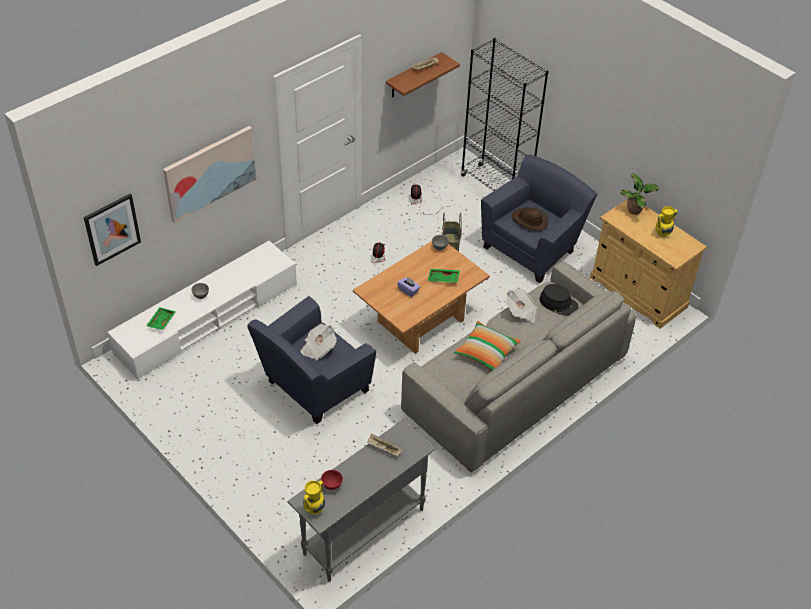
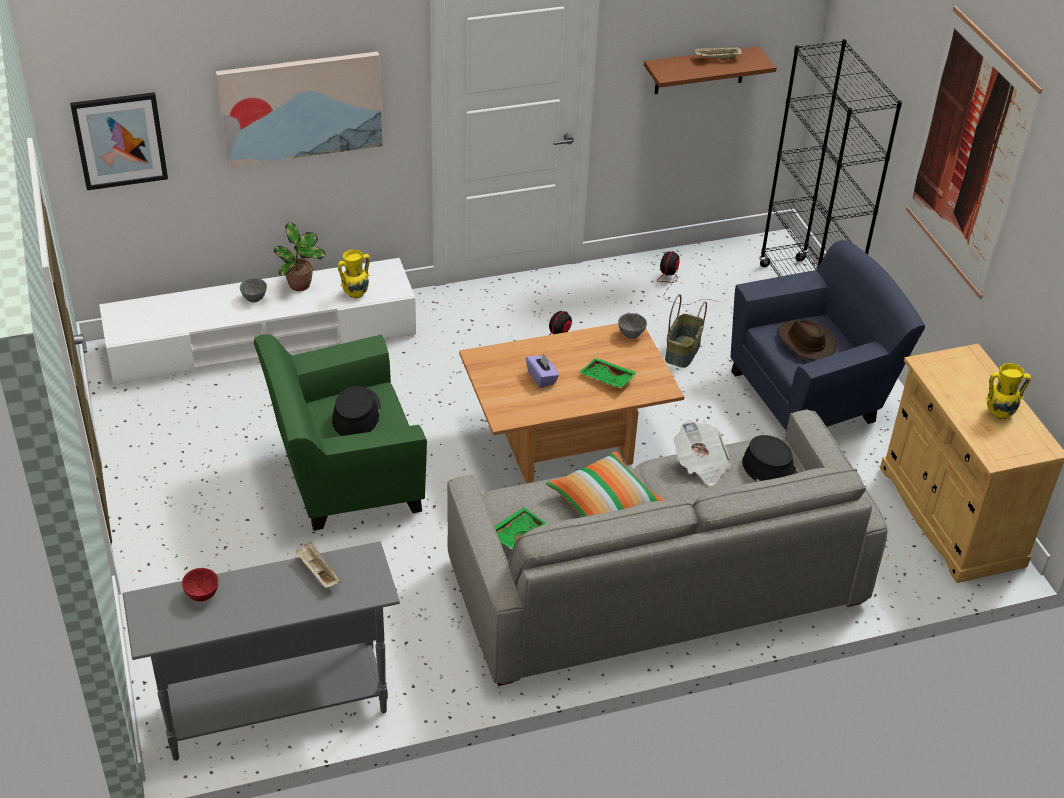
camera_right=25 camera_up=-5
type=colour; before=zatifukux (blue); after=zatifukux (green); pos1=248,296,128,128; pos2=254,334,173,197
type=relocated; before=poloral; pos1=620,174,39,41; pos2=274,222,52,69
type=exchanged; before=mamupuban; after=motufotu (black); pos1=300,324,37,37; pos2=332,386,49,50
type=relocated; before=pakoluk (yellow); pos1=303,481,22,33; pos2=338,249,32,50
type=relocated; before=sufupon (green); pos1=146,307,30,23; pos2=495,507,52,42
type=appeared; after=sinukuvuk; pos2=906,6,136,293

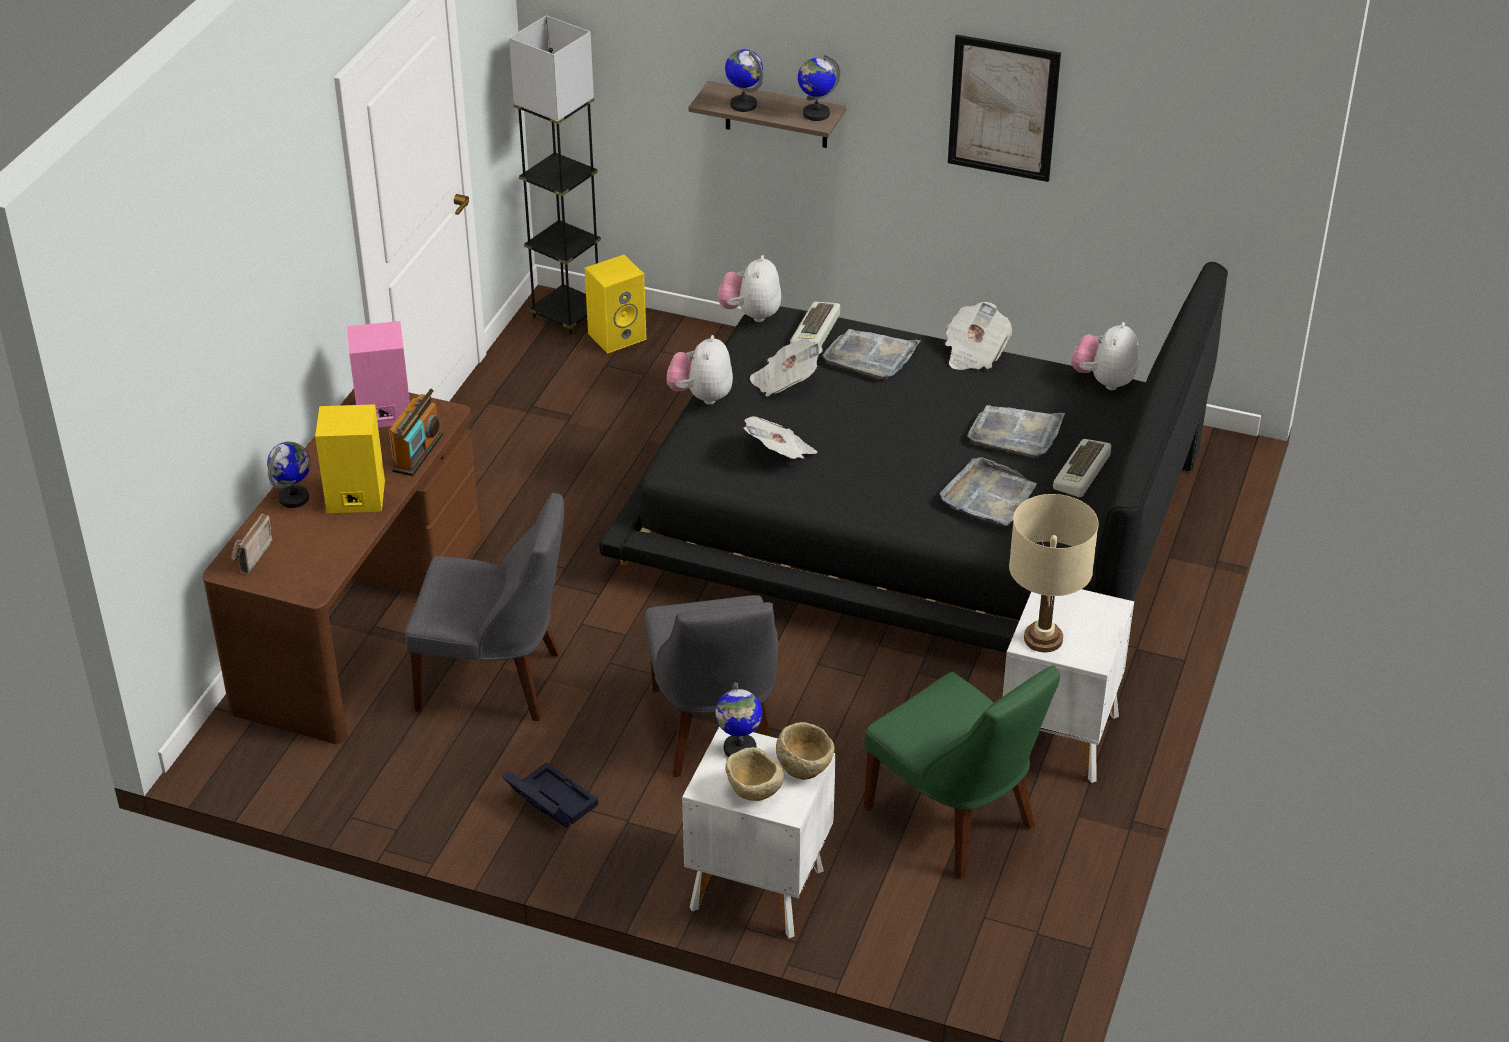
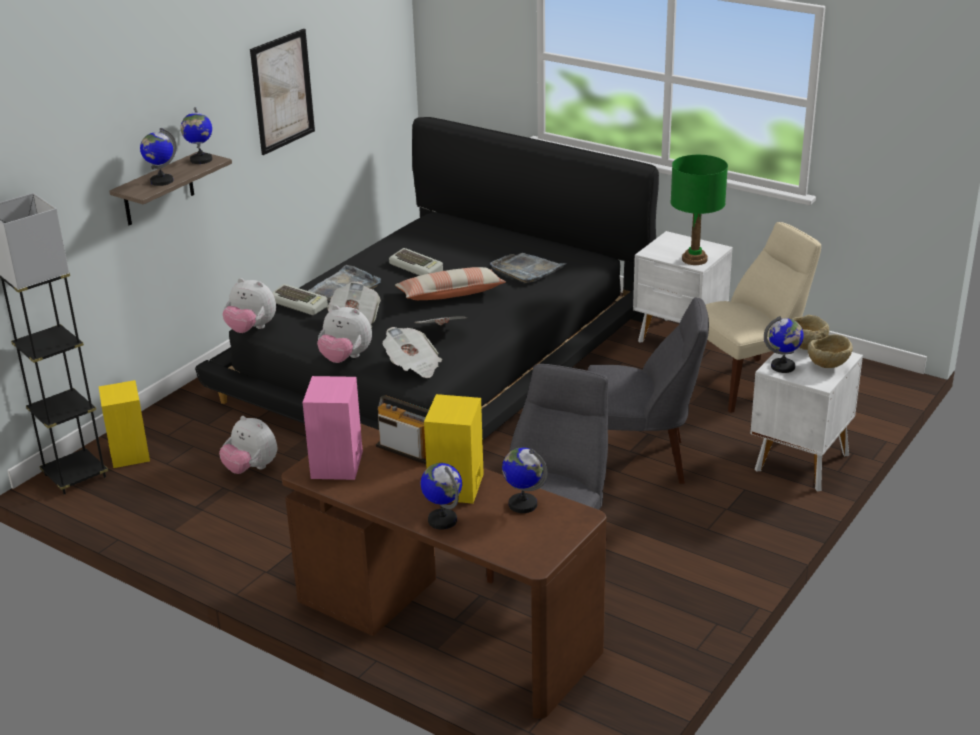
camera_right=-75 camera_up=-10
type=relocated; before=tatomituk; pos1=1071,322,67,68; pos2=219,416,58,58
type=relocated; before=mamupuban; pos1=945,302,67,68; pos2=383,327,59,51
type=relocated; before=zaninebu; pos1=1053,439,58,58; pos2=389,248,54,28
type=appeared; after=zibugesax; pos2=395,267,111,33
type=appeared; after=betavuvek; pos2=502,447,46,66
type=colour; before=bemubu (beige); after=bemubu (green); pos1=1009,494,90,158; pos2=670,155,58,110
type=colour; before=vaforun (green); after=vaforun (beige); pos1=864,665,196,215; pos2=705,222,116,191
type=missing; before=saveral; pos1=231,513,42,60
type=missing; before=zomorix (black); pos1=502,762,96,66
type=missing; before=sufupon (grey); pos1=967,405,98,53

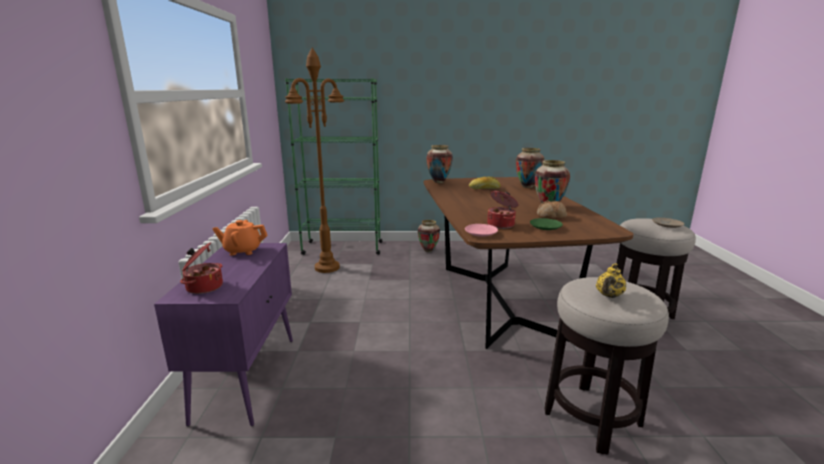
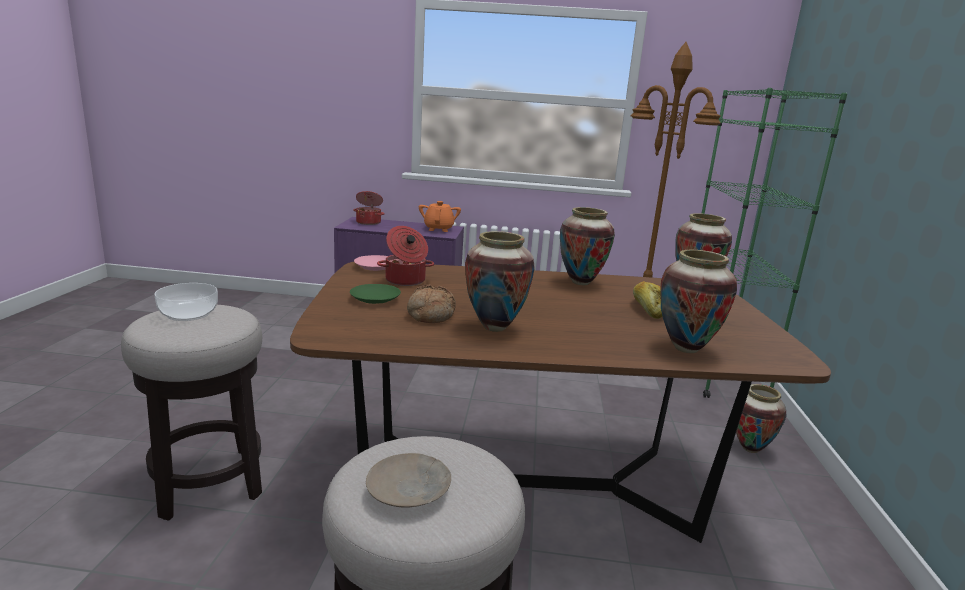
camera_right=95 camera_up=0
type=exchanged; before=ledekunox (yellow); after=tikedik; pos1=596,263,30,35; pos2=154,283,64,38
type=appeared; after=pakoluk; pos2=560,207,55,78

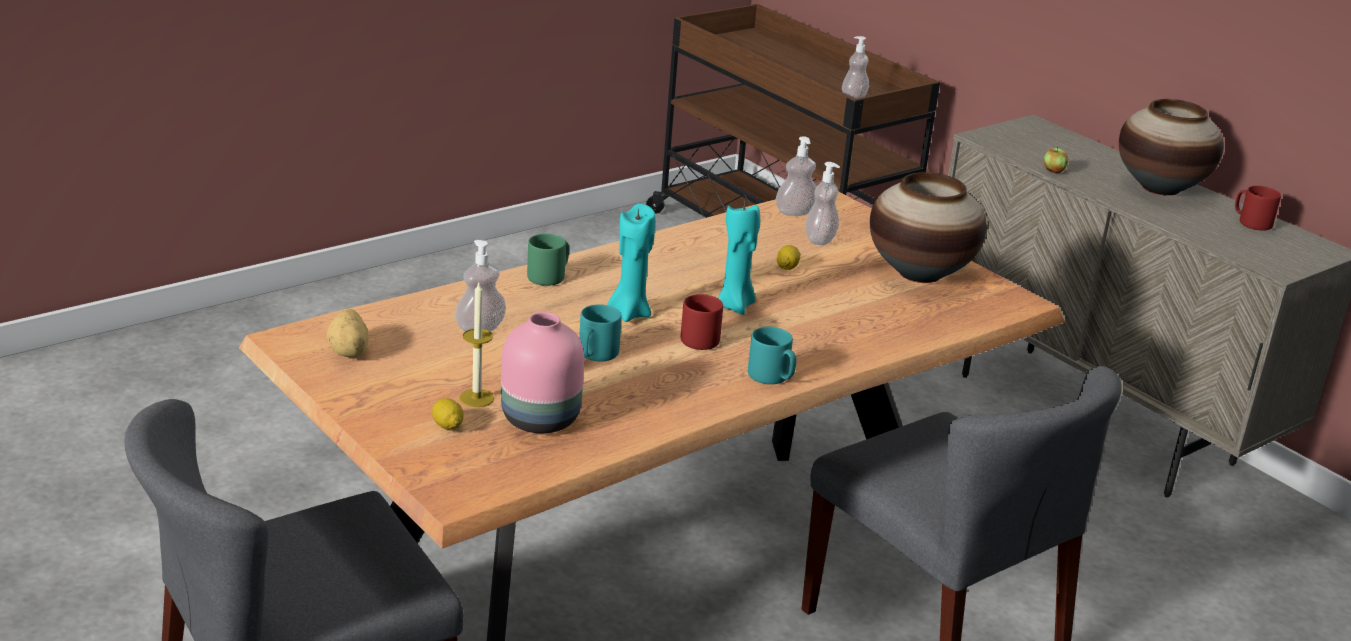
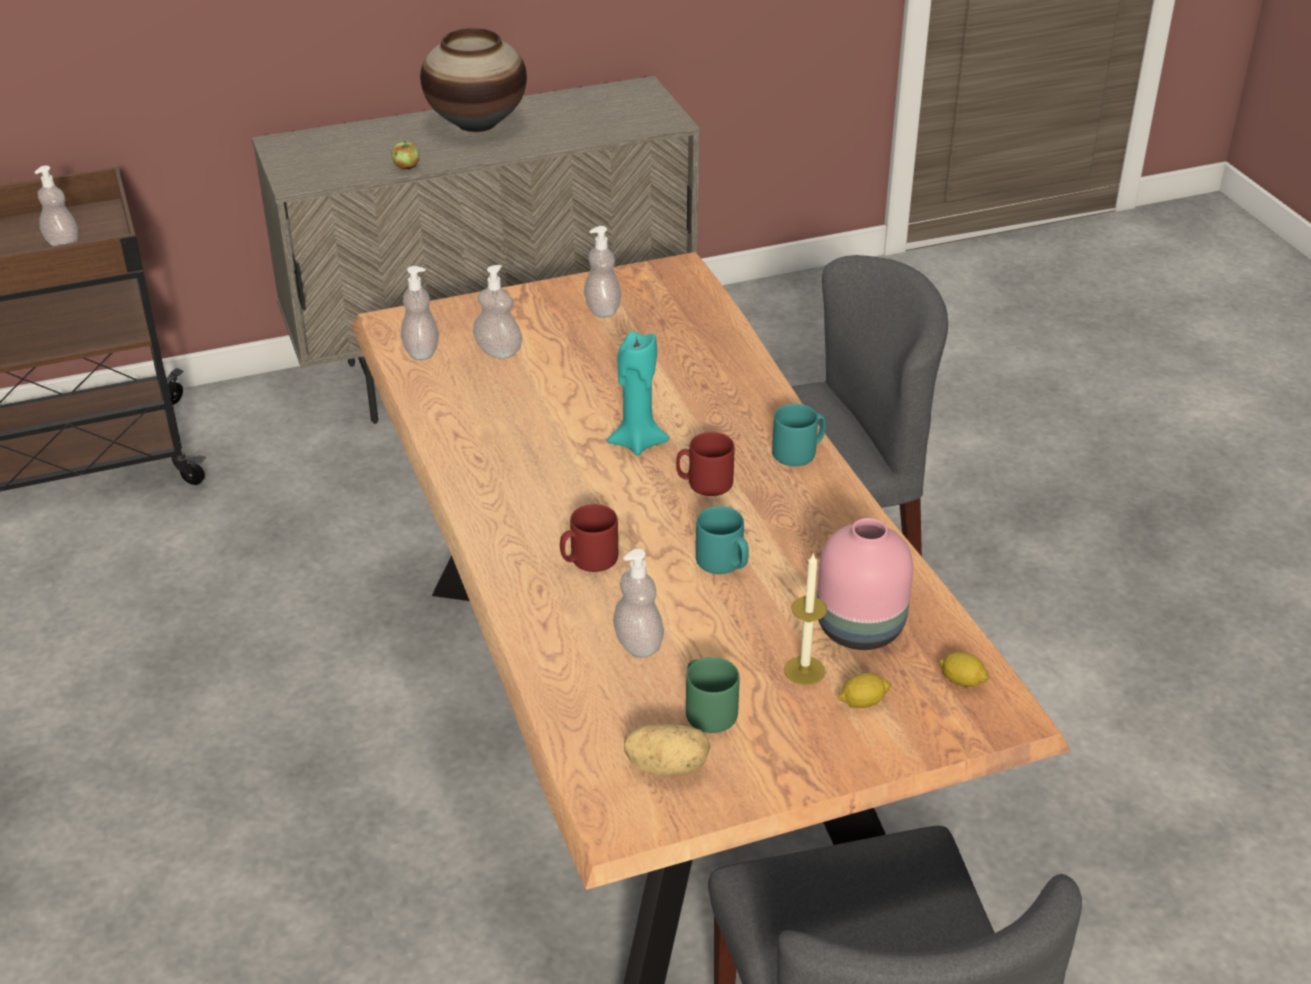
camera_right=-70 camera_up=10
type=relocated; before=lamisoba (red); pos1=1235,186,46,45; pos2=560,504,58,68
type=exchanged; before=pakoluk; after=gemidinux; pos1=870,172,117,111; pos2=584,226,37,92
type=relocated; before=lamisoba (green); pos1=527,234,42,52; pos2=686,657,54,76
type=relocated; before=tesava; pos1=777,245,23,25; pos2=938,652,52,35
type=missing; before=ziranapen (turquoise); pos1=607,204,49,118

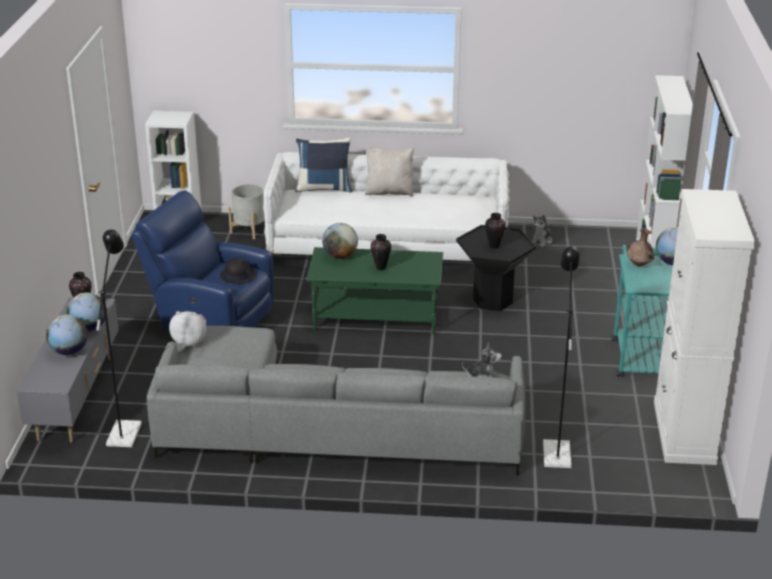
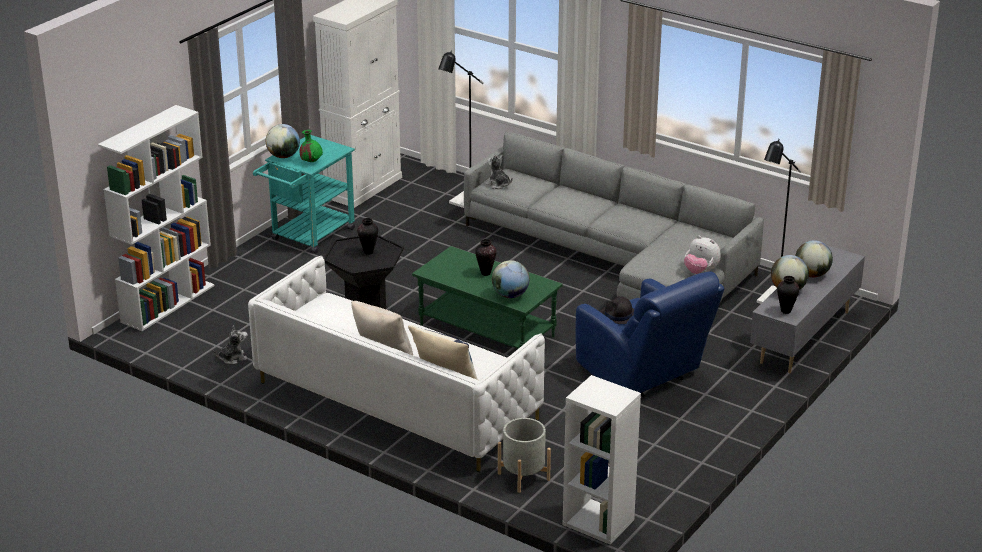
camera_right=-150 camera_up=0
type=colour; before=pakoluk (brown); after=pakoluk (green); pos1=627,229,27,37; pos2=299,130,24,32

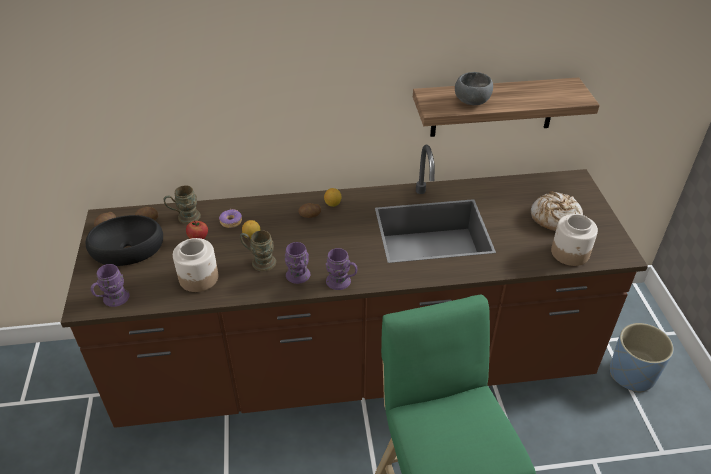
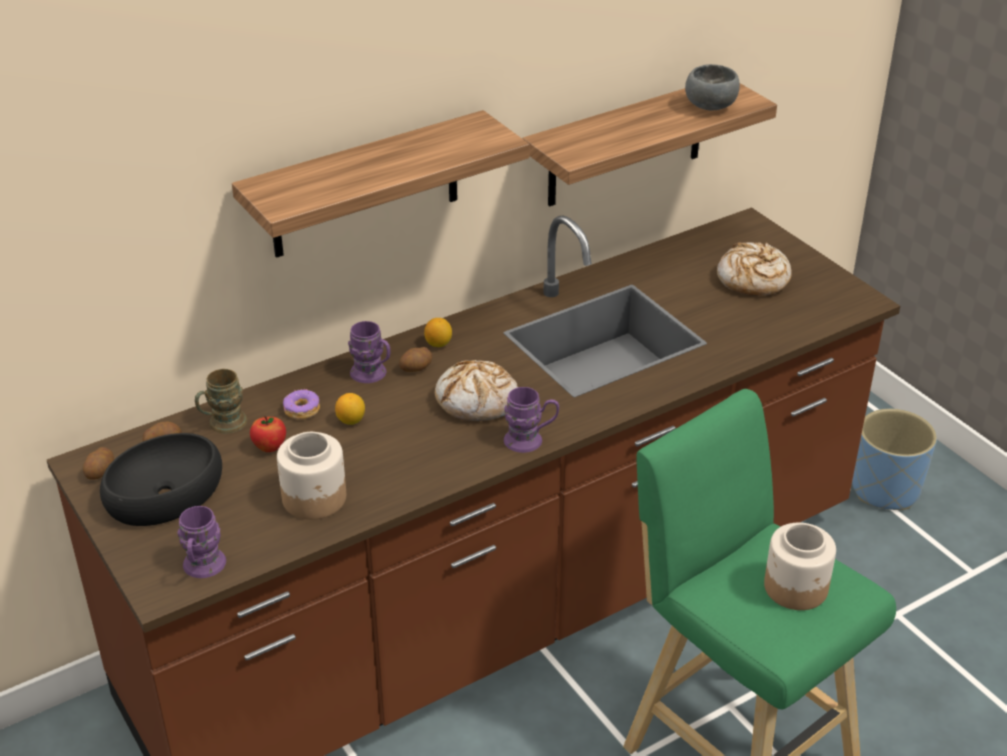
camera_right=-25 camera_up=-5
type=appeared; after=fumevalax; pos2=232,110,298,148
type=relocated; before=lamisoba (purple); pos1=285,242,25,42; pos2=348,321,42,62
type=appeared; after=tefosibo; pos2=435,360,83,61
type=relocated; before=tikedik (grey); pos1=455,72,38,33; pos2=685,64,55,46
type=relocated; before=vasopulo; pos1=551,214,47,52; pos2=764,523,72,87
type=missing; before=lamisoba (brown); pos1=240,230,36,41

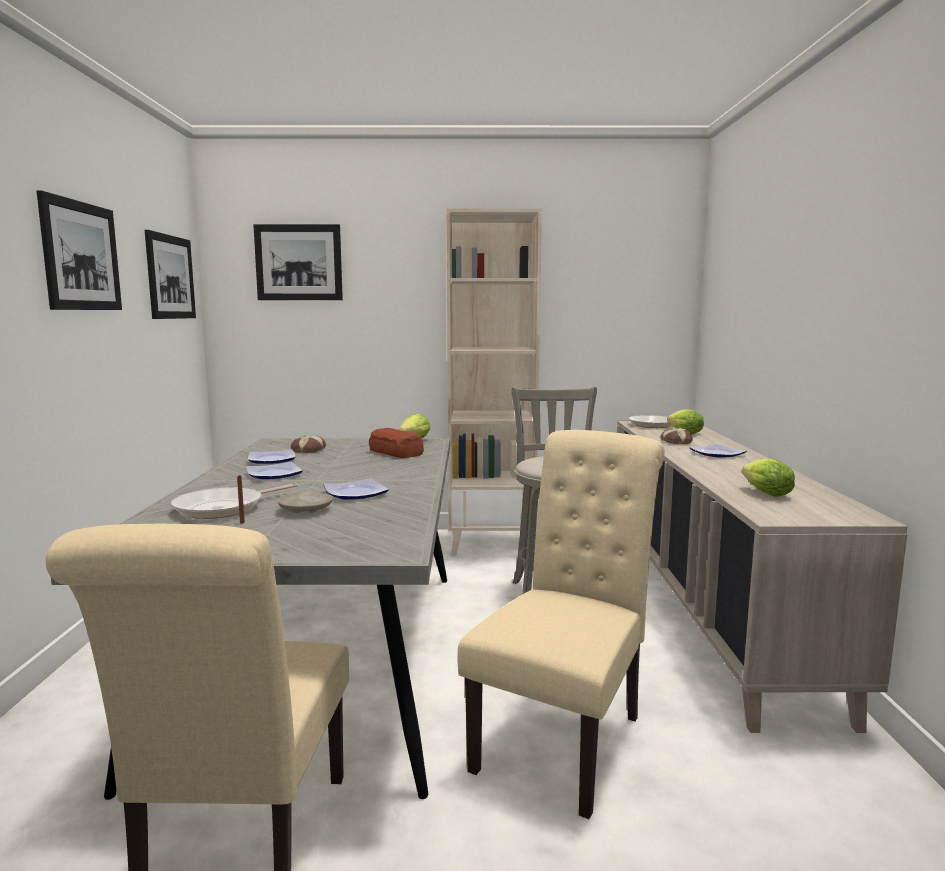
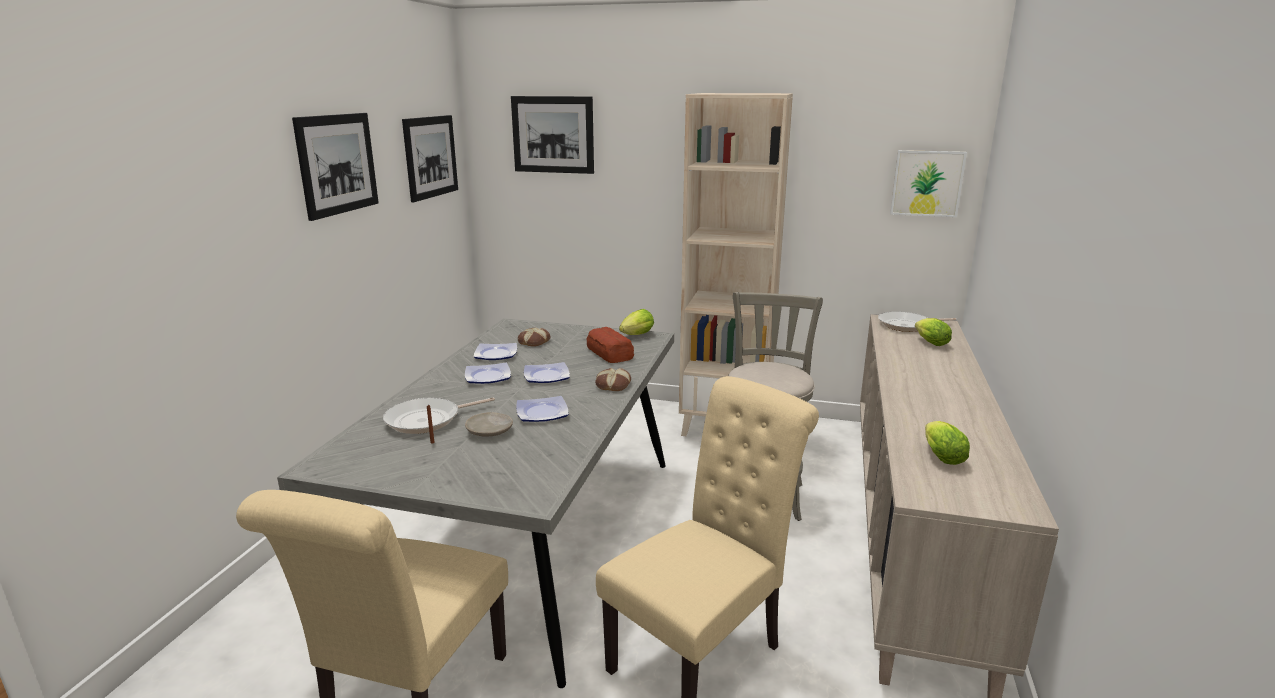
camera_right=15 camera_up=10
type=relocated; before=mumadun; pos1=690,444,57,14; pos2=524,362,46,21
type=relocated; before=tefosibo; pos1=660,428,33,16; pos2=595,368,36,23
type=appeared; after=sinukuvuk; pos2=890,150,77,67

